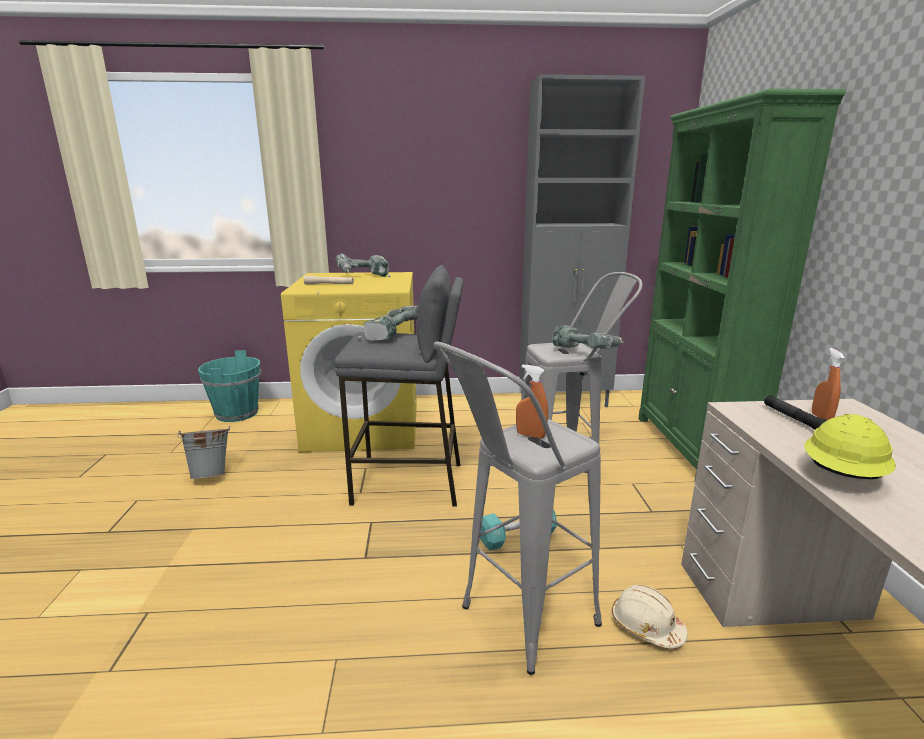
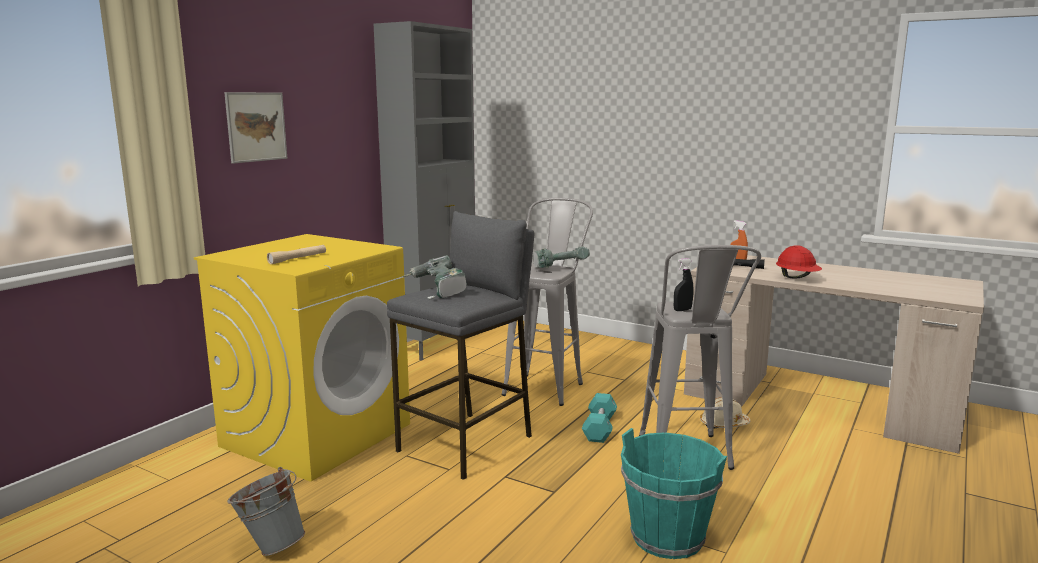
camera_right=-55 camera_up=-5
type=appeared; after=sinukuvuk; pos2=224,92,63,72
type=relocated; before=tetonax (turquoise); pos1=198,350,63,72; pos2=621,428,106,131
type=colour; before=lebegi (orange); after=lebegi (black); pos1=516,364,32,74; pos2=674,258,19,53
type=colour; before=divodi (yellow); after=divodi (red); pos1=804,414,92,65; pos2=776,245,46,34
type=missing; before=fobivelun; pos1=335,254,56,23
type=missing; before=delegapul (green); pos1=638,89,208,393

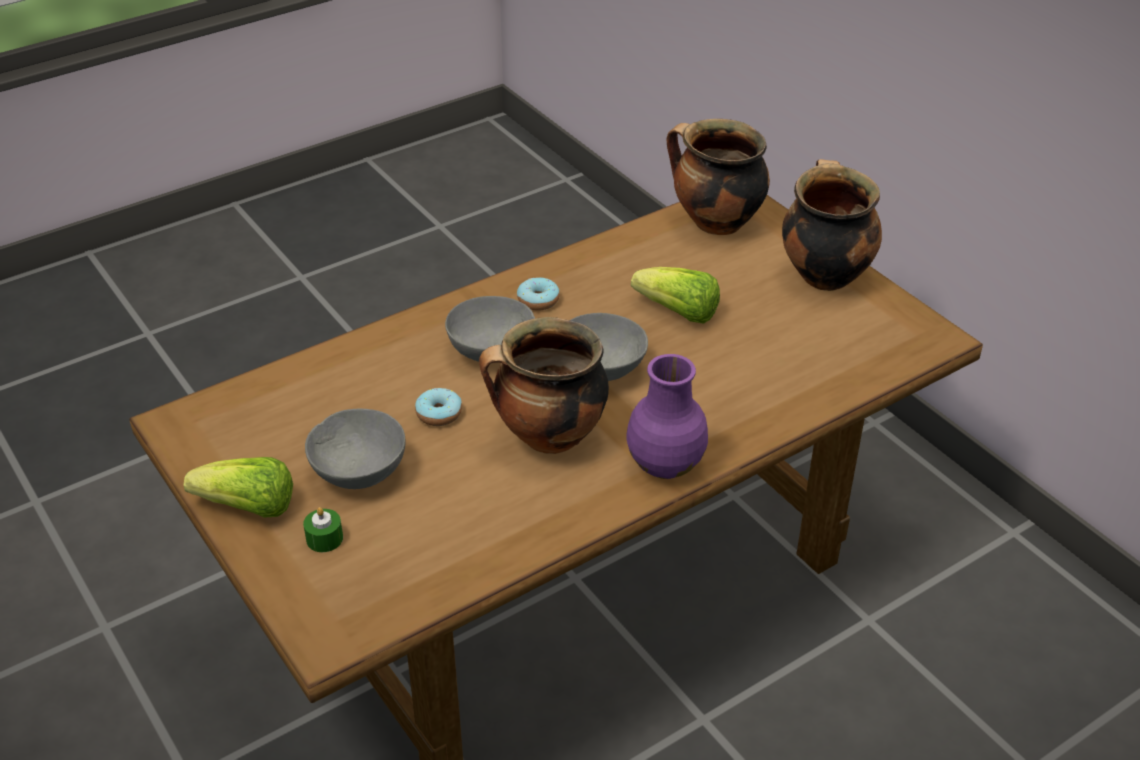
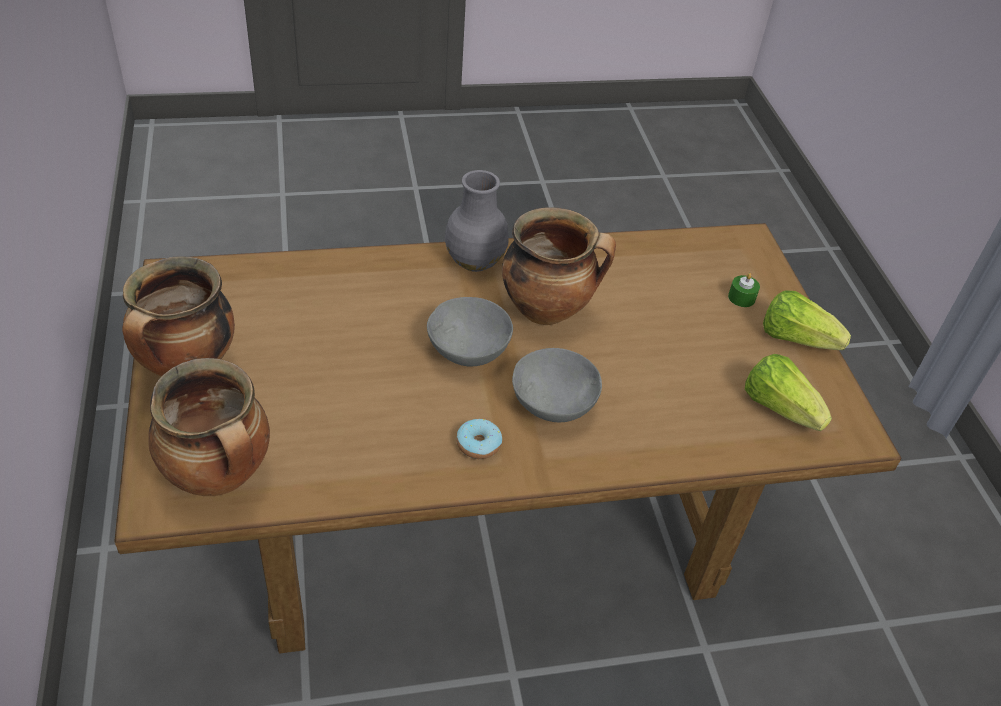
camera_right=-160 camera_up=5
type=colour; before=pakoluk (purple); after=pakoluk (grey); pos1=626,354,82,125; pos2=445,170,64,102
type=relocated; before=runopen; pos1=631,267,89,56; pos2=745,354,87,77
type=missing; before=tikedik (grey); pos1=305,409,101,80
type=missing; before=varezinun; pos1=415,388,47,38

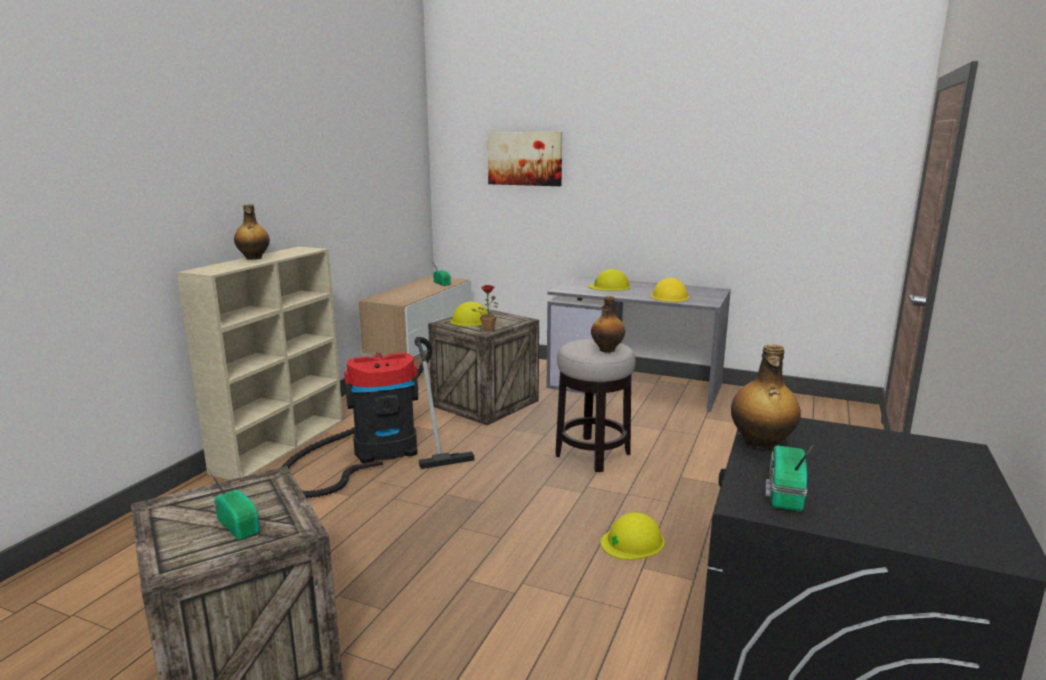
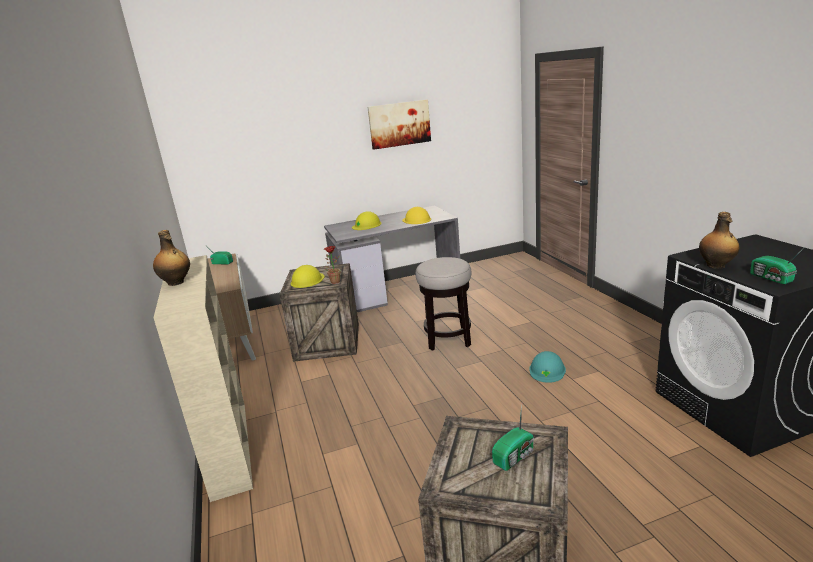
camera_right=-40 camera_up=5
type=relocated; before=sinukuvuk; pos1=488,132,74,54; pos2=367,100,64,50
type=spun; before=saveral; pos1=207,467,53,73; pos2=492,404,42,67; turn=135
type=colour; before=divodi (yellow); after=divodi (turquoise); pos1=600,512,64,48; pos2=529,351,37,32
type=missing; before=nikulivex; pos1=282,337,192,161
type=missing; before=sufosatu; pos1=591,296,34,56

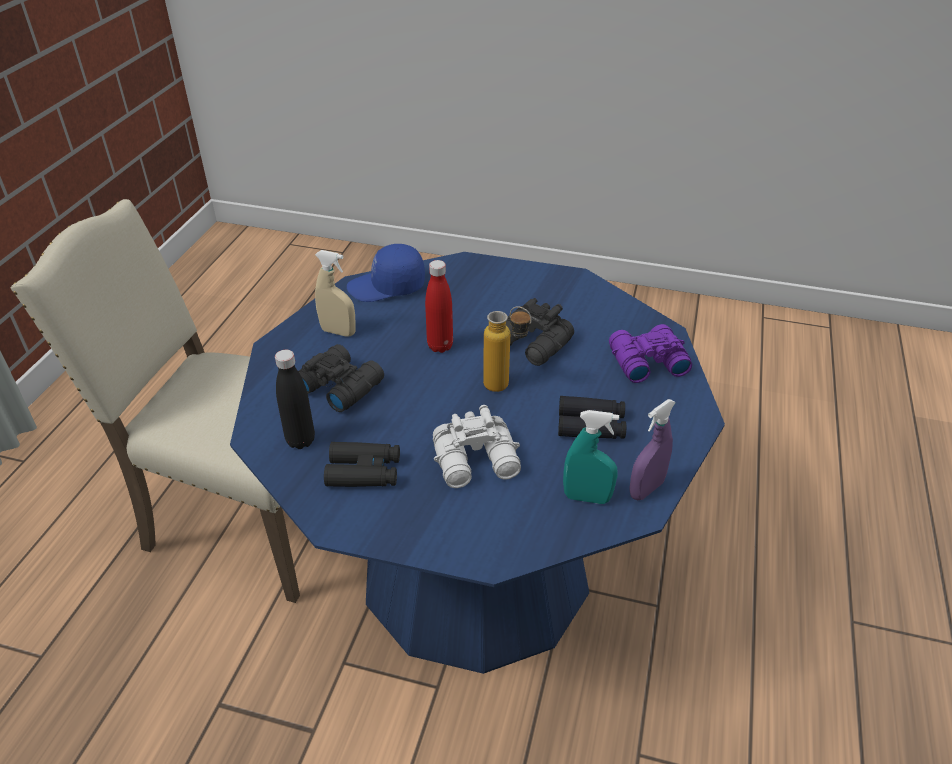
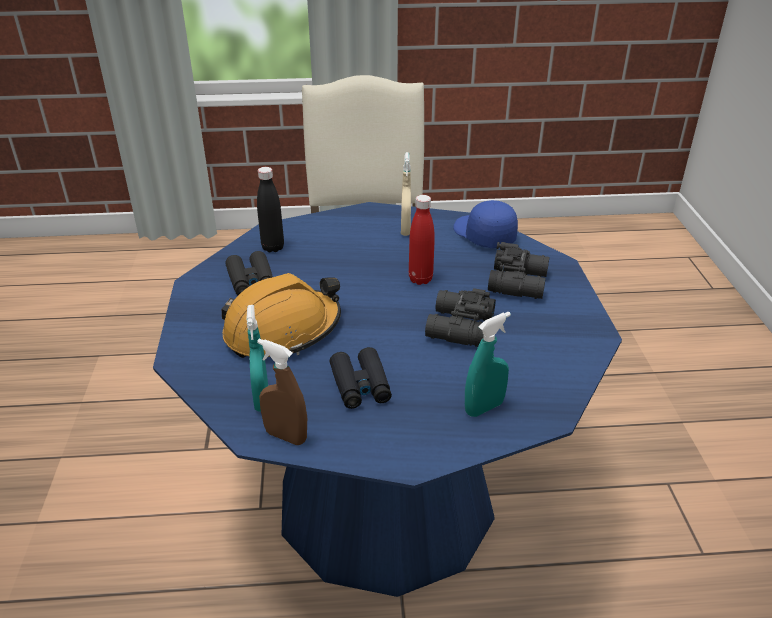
camera_right=70 camera_up=-5
type=exchanged; before=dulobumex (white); after=divodi (orange); pos1=433,405,88,83; pos2=222,273,119,85
type=colour; before=lebegi (purple); after=lebegi (brown); pos1=629,399,47,101; pos2=257,339,50,106
type=exchanged; before=dulobumex (purple); after=lebegi (turquoise); pos1=609,324,83,59; pos2=465,312,46,105
type=relocated; before=dulobumex (black); pos1=298,344,86,68; pos2=488,242,61,57
type=missing; before=sufosatu; pos1=483,306,49,86

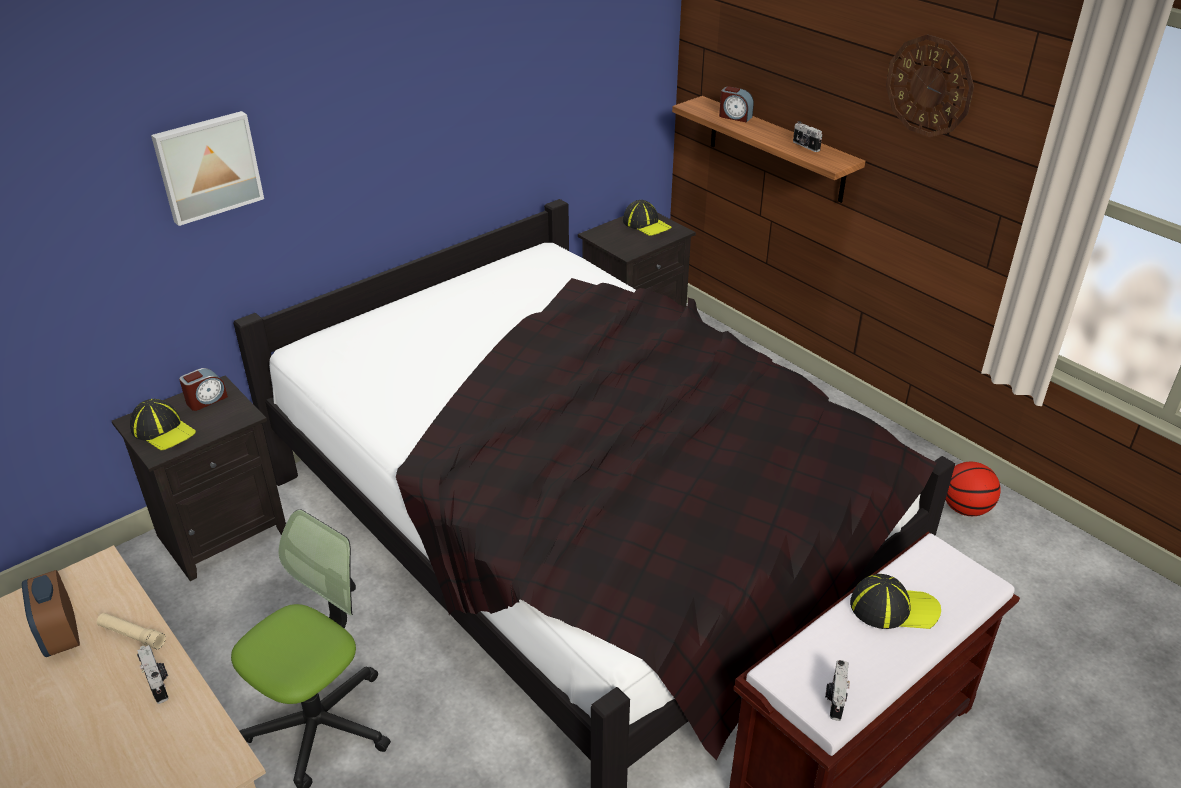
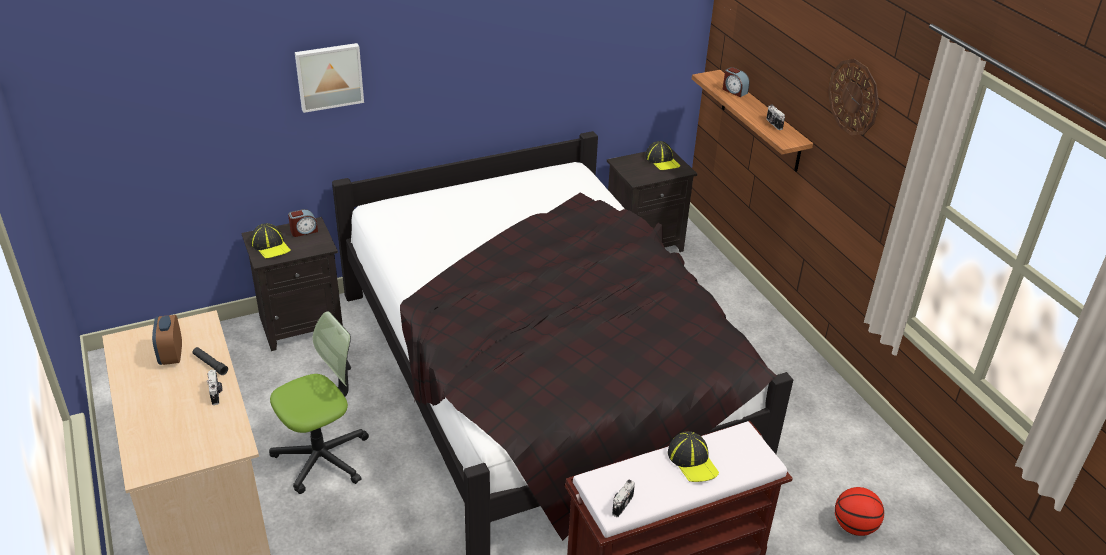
camera_right=15 camera_up=0
type=colour; before=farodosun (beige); after=farodosun (black); pos1=97,613,69,36; pos2=193,347,35,28
type=spun; before=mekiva; pos1=850,574,91,55; pos2=668,431,51,51; turn=45
type=relocated; before=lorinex; pos1=946,462,55,54; pos2=835,487,49,49

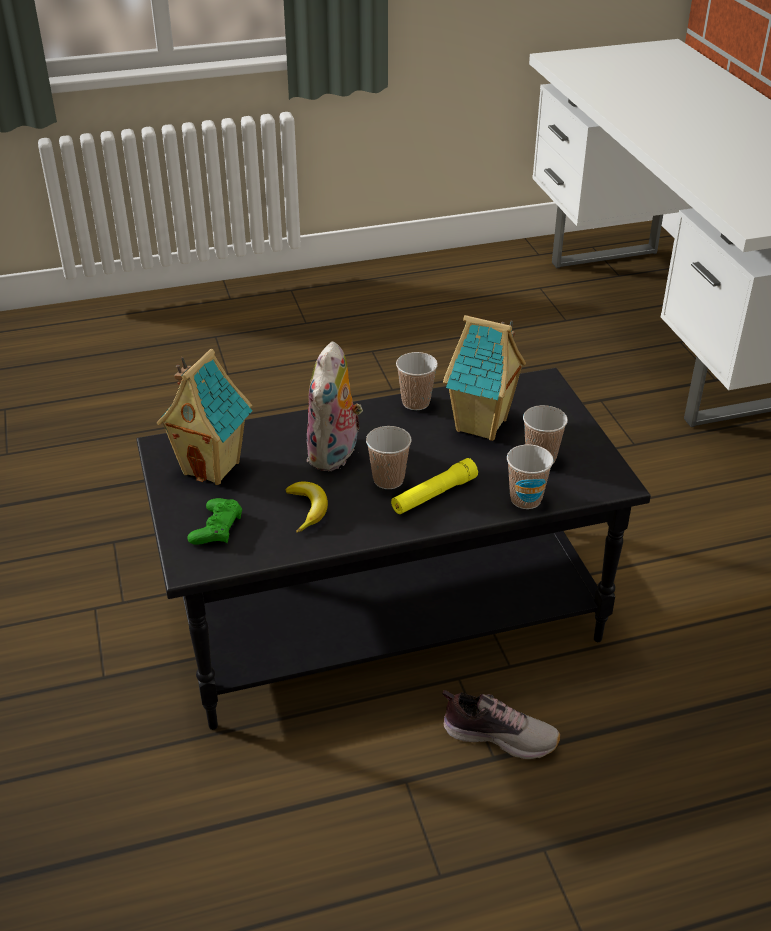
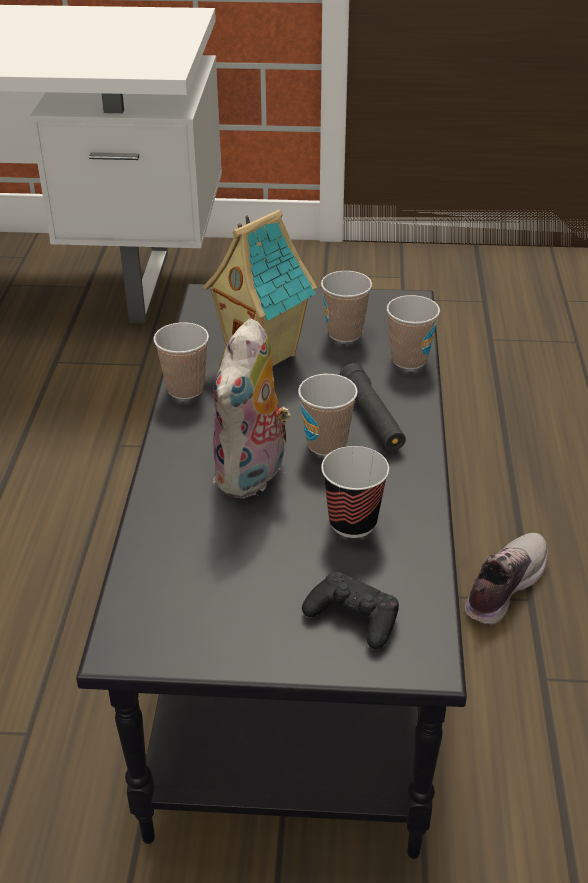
camera_right=-70 camera_up=0
type=spun; before=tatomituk; pos1=307,341,56,130; pos2=213,318,78,181; turn=75
type=colour; before=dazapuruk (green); after=dazapuruk (black); pos1=187,498,55,47; pos2=302,572,97,77
type=exchanged; before=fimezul; after=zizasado; pos1=286,482,42,51; pos2=321,446,68,92
type=colour; before=farodosun (yellow); after=farodosun (black); pos1=391,458,87,56; pos2=339,363,67,88
type=missing; before=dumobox; pos1=157,349,95,136

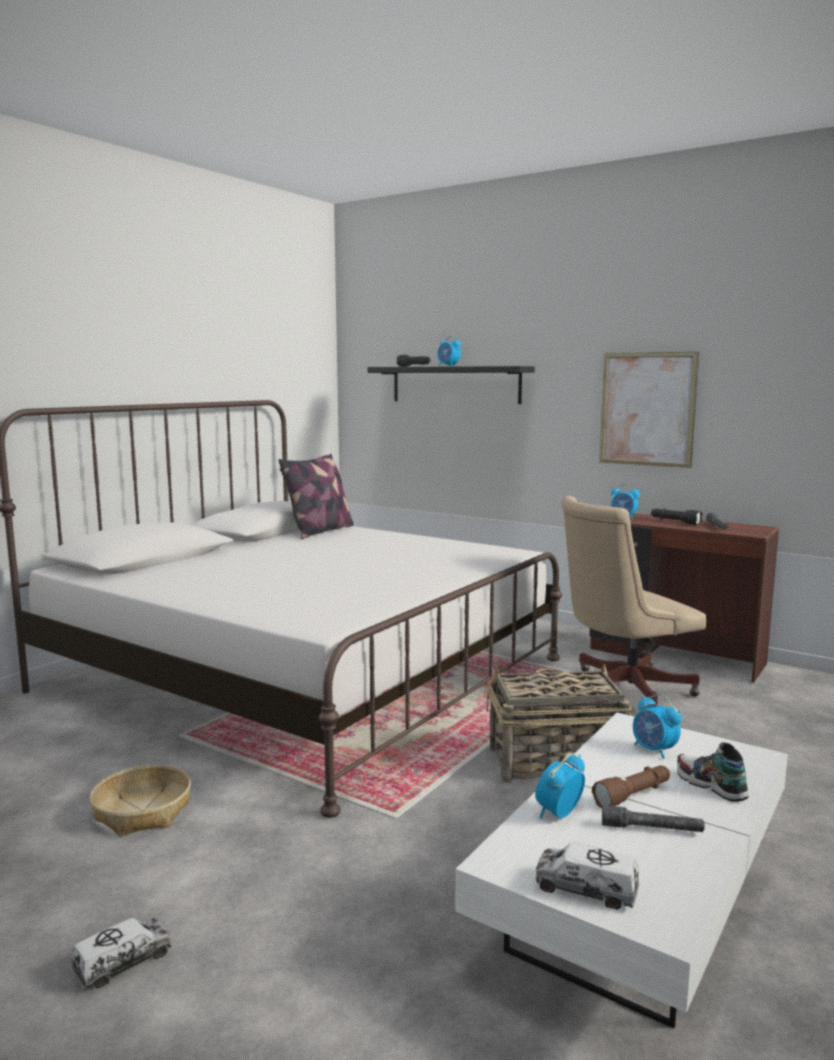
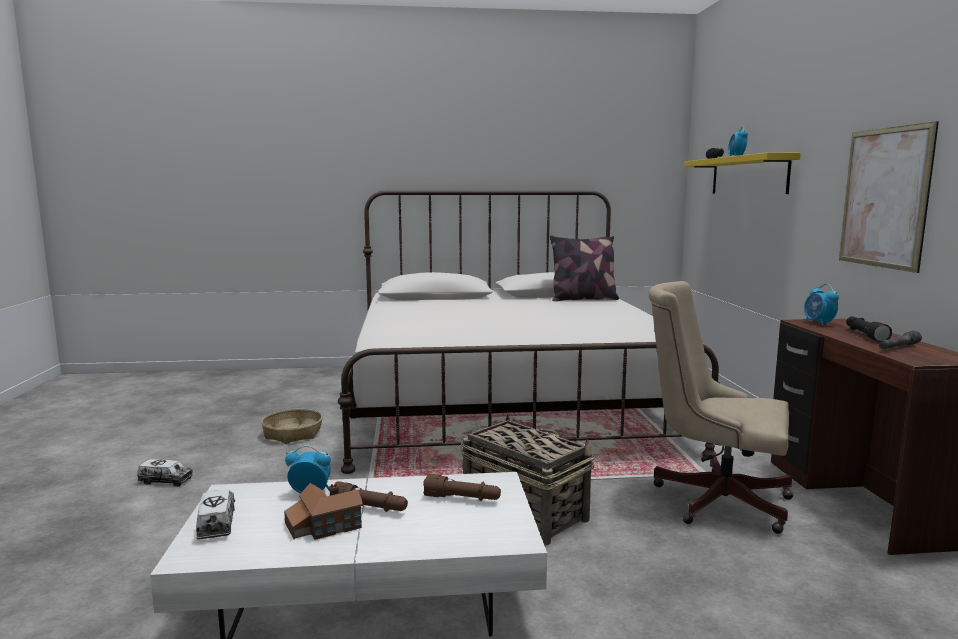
camera_right=50 camera_up=0
type=exchanged; before=farodosun (grey); after=dumobox; pos1=602,805,103,27; pos2=284,483,79,57
type=exchanged; before=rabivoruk; after=farodosun (brown); pos1=633,694,49,65; pos2=423,474,78,27
type=colour; before=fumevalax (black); after=fumevalax (yellow); pos1=367,366,168,38; pos2=684,152,117,42
type=missing; before=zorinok; pos1=677,742,72,60

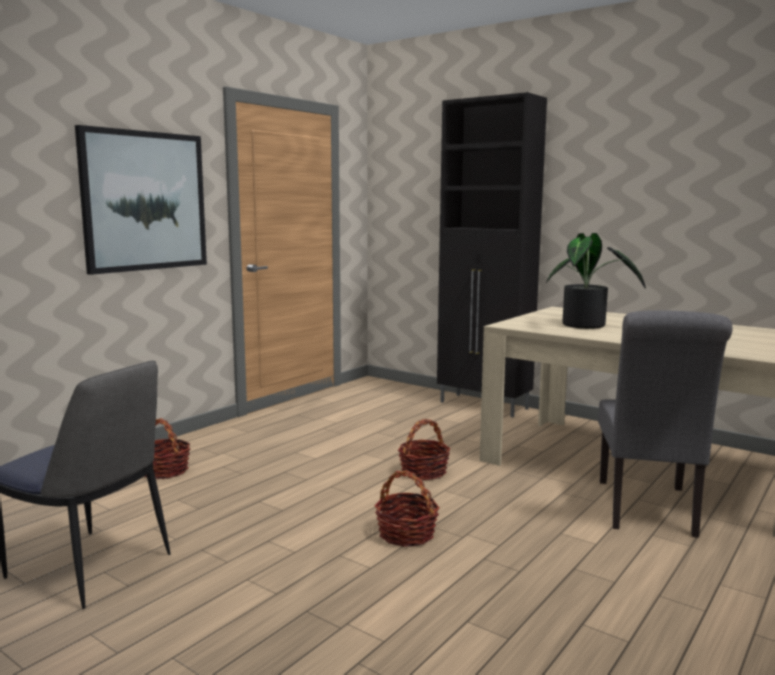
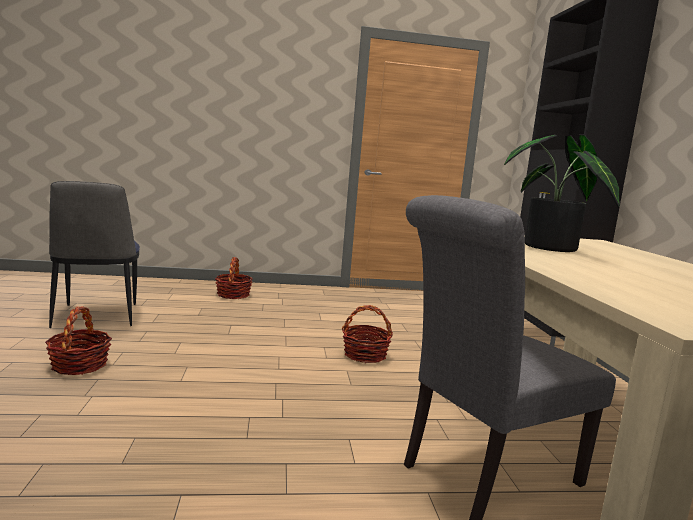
camera_right=45 camera_up=0
type=relocated; before=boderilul; pos1=374,470,66,77; pos2=45,306,67,69
type=missing; before=sinukuvuk; pos1=75,125,132,150

